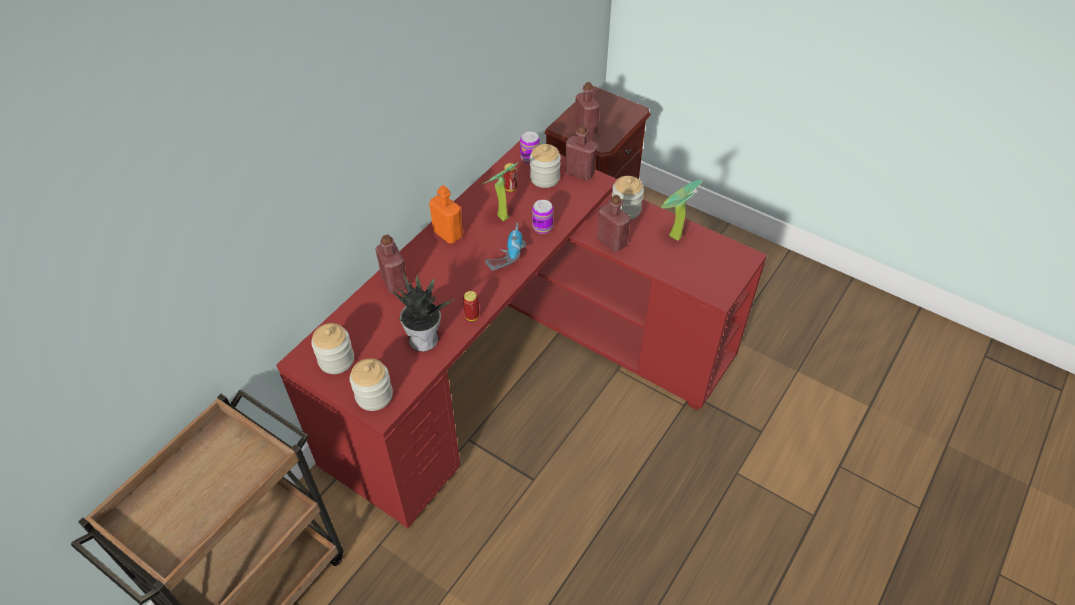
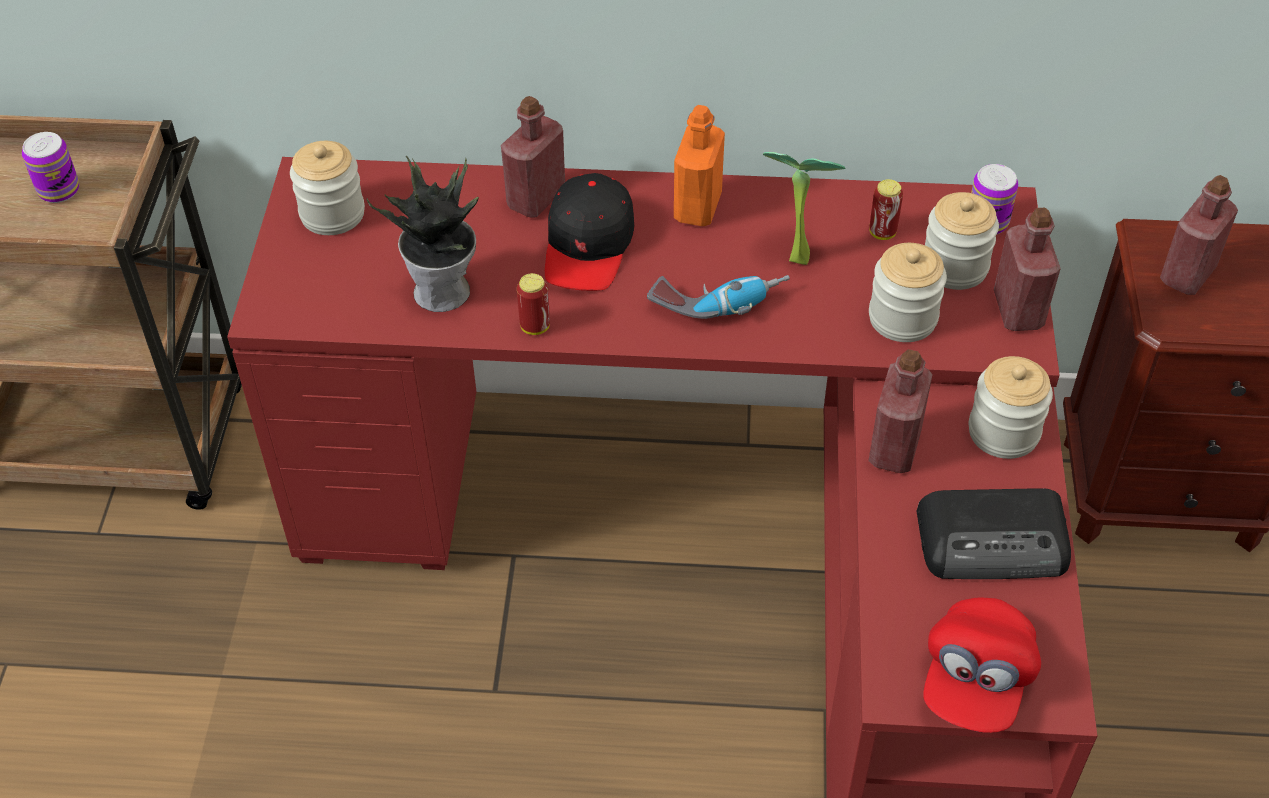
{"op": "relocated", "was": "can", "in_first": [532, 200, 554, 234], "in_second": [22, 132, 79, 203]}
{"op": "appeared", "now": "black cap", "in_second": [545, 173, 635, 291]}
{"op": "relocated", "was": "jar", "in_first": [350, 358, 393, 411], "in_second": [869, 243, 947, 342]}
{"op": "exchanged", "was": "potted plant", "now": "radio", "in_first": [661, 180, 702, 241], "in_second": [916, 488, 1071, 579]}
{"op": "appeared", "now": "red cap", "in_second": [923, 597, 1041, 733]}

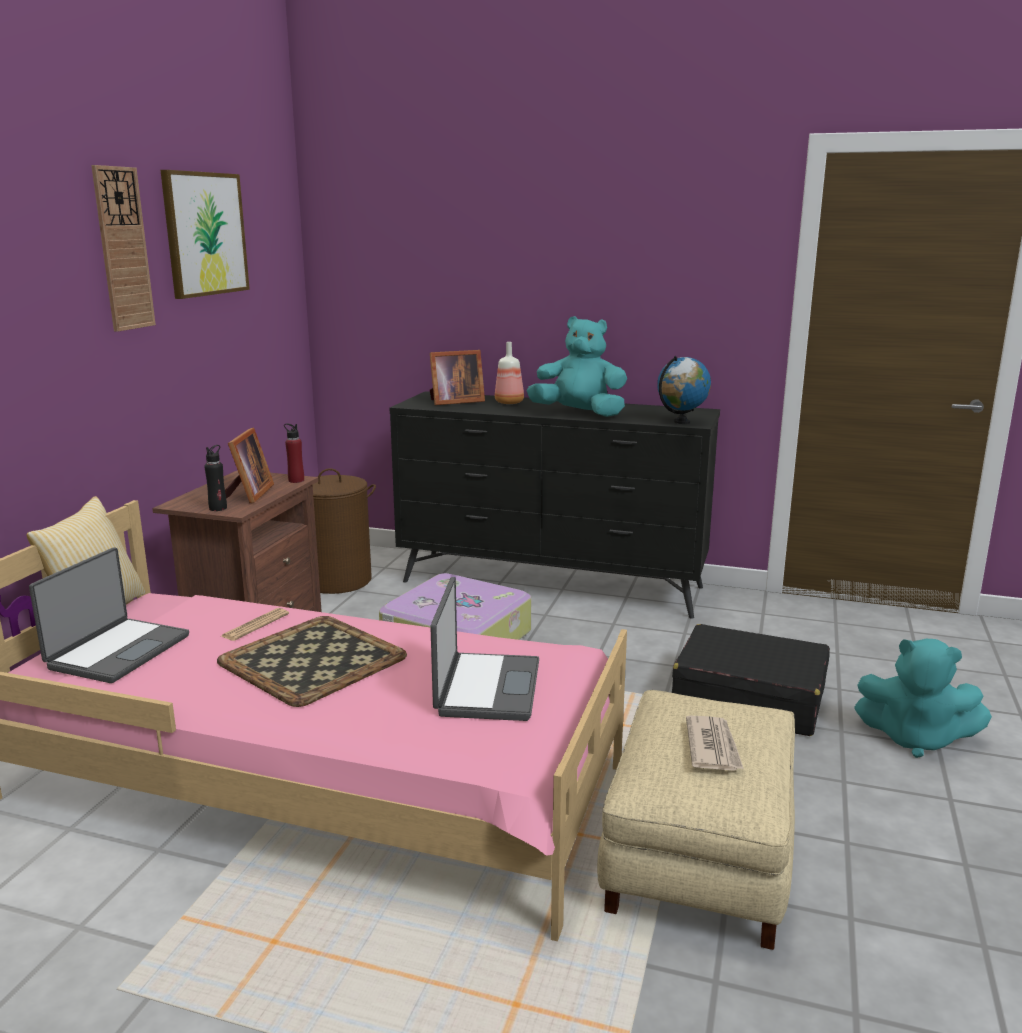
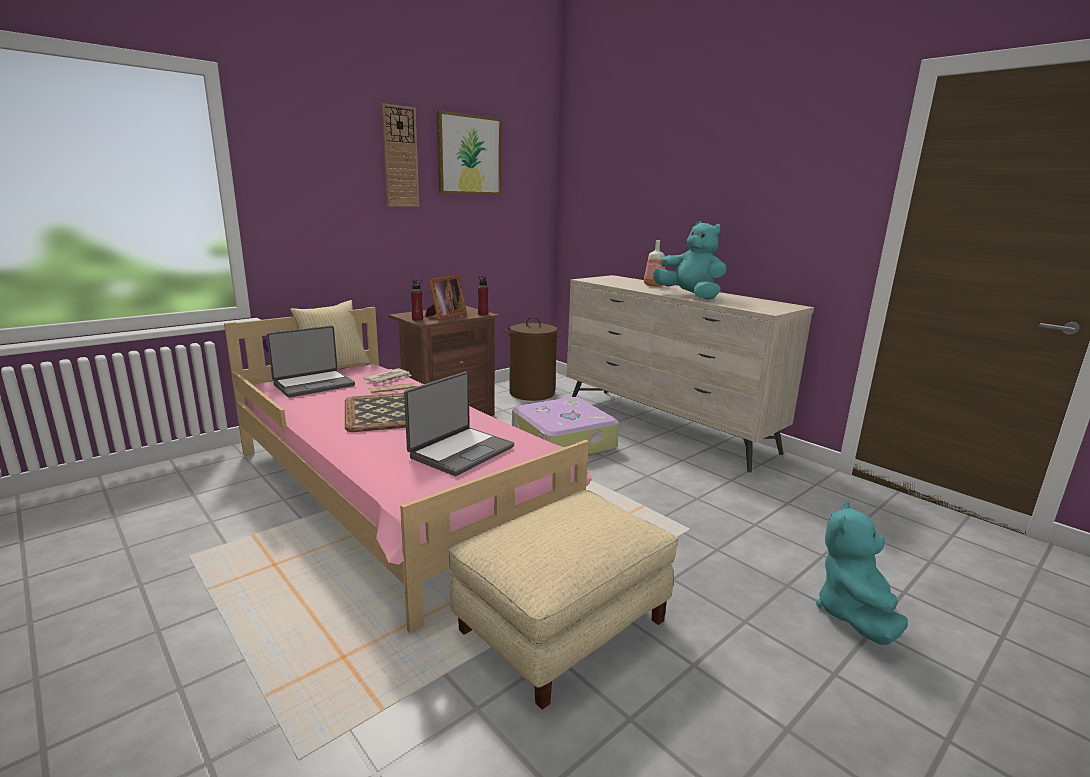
{"op": "relocated", "was": "newspaper", "in_first": [686, 716, 744, 771], "in_second": [363, 368, 411, 384]}
{"op": "colour", "was": "black bottle", "now": "red bottle", "in_first": [204, 445, 227, 511], "in_second": [411, 279, 423, 321]}
{"op": "colour", "was": "black dresser", "now": "beige dresser", "in_first": [389, 391, 720, 619], "in_second": [567, 275, 814, 473]}
{"op": "spun", "was": "turquoise plush toy", "in_first": [854, 639, 992, 758], "in_second": [816, 501, 908, 645], "clockwise": 60}
{"op": "missing", "was": "picture frame", "in_first": [430, 350, 485, 405]}
{"op": "missing", "was": "globe", "in_first": [657, 356, 711, 424]}
{"op": "missing", "was": "black suitcase", "in_first": [672, 624, 830, 736]}

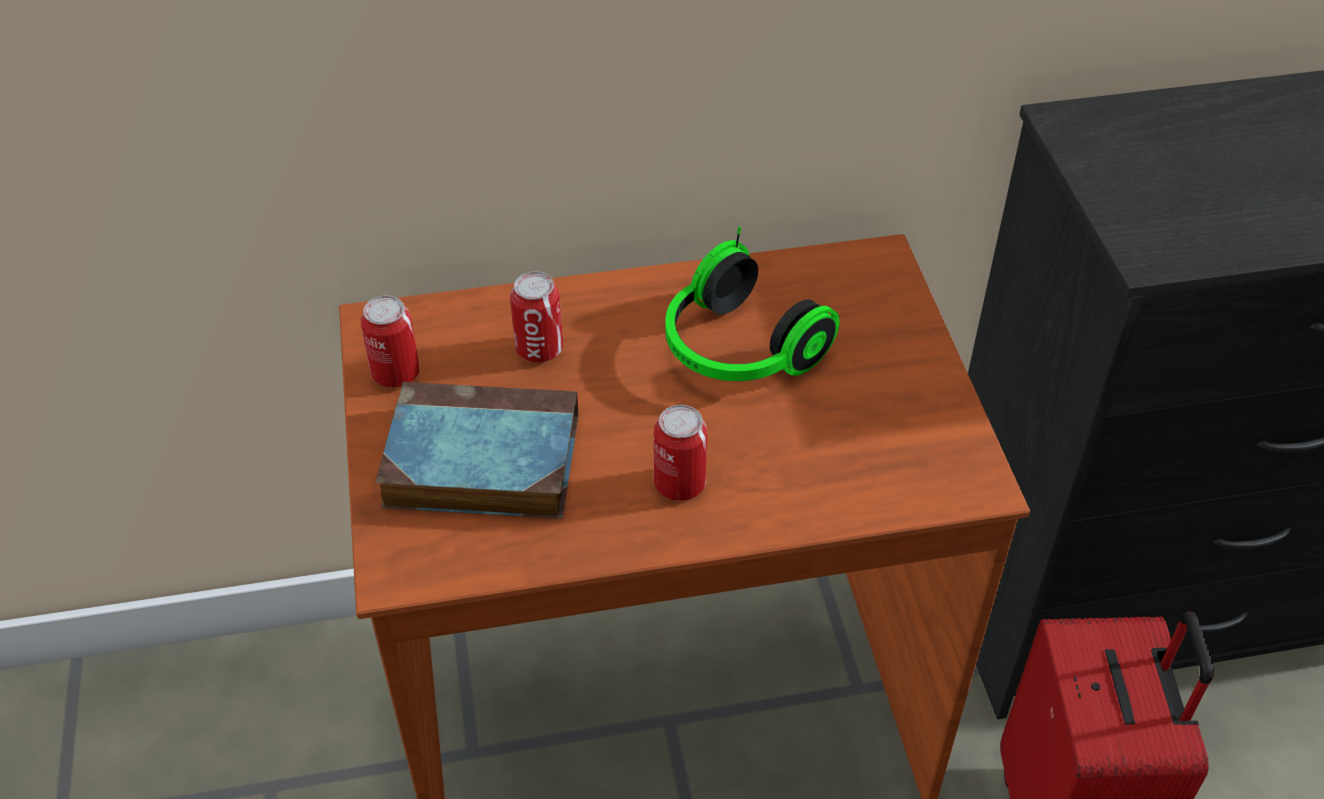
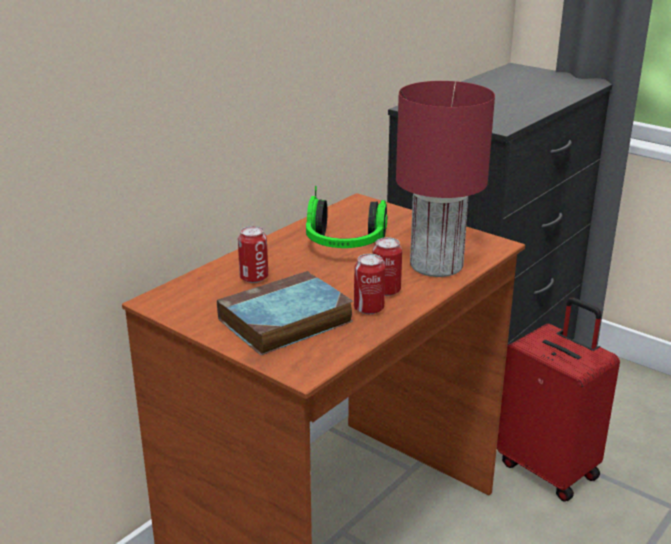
{"op": "relocated", "was": "can", "in_first": [361, 296, 420, 387], "in_second": [354, 254, 385, 314]}
{"op": "appeared", "now": "red table lamp", "in_second": [396, 81, 495, 277]}

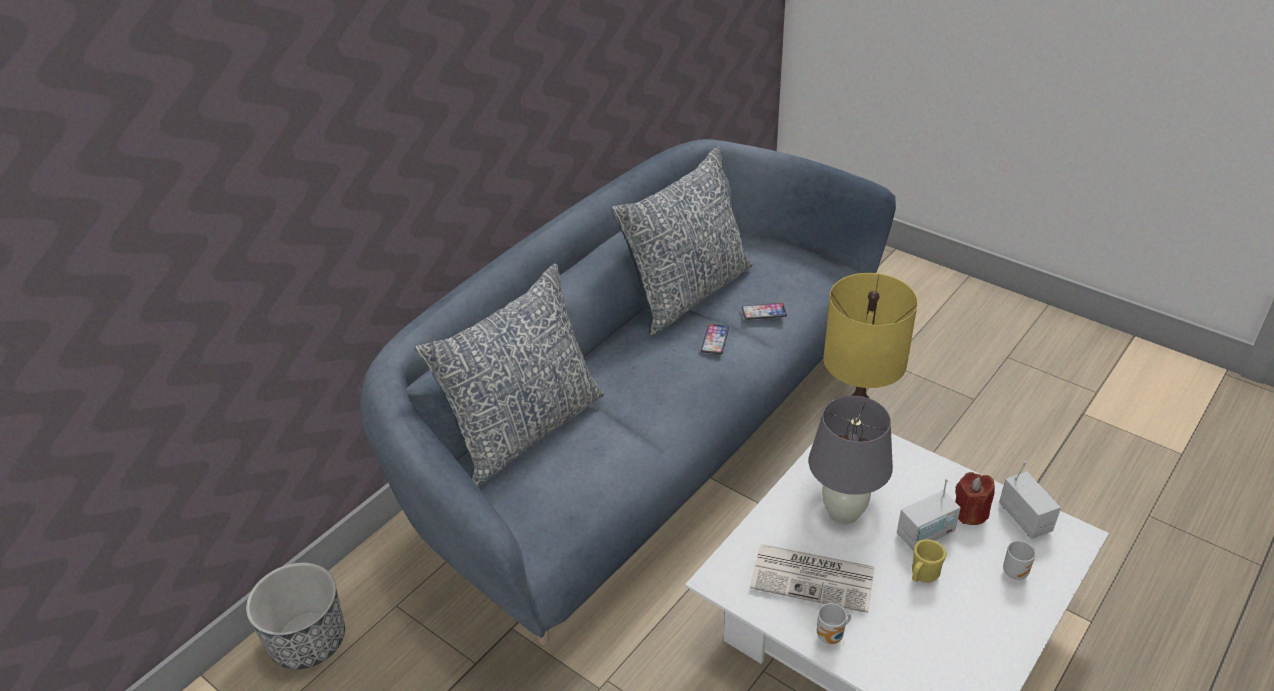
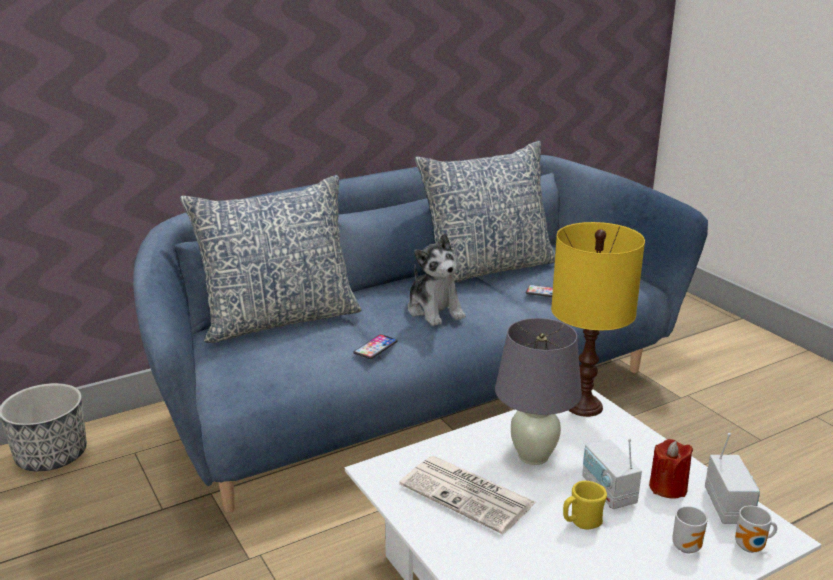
{"op": "relocated", "was": "phone", "in_first": [701, 324, 729, 354], "in_second": [353, 334, 398, 359]}
{"op": "appeared", "now": "plush toy", "in_second": [408, 233, 466, 326]}
{"op": "spun", "was": "radio", "in_first": [897, 479, 961, 551], "in_second": [582, 439, 642, 509], "clockwise": 75}
{"op": "relocated", "was": "mug", "in_first": [817, 603, 851, 644], "in_second": [735, 506, 777, 553]}

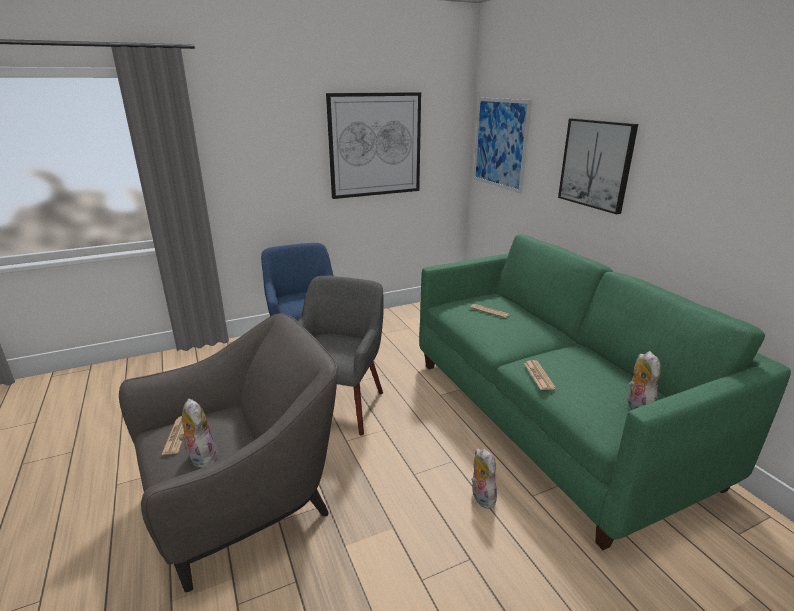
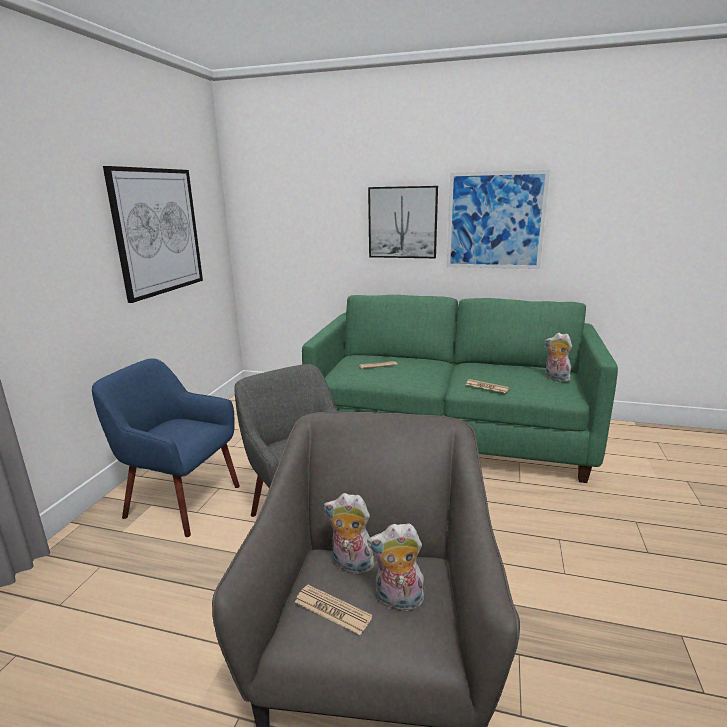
{"op": "relocated", "was": "plush toy", "in_first": [471, 448, 497, 509], "in_second": [324, 493, 375, 574]}
{"op": "relocated", "was": "picture", "in_first": [473, 97, 532, 194], "in_second": [447, 170, 550, 269]}

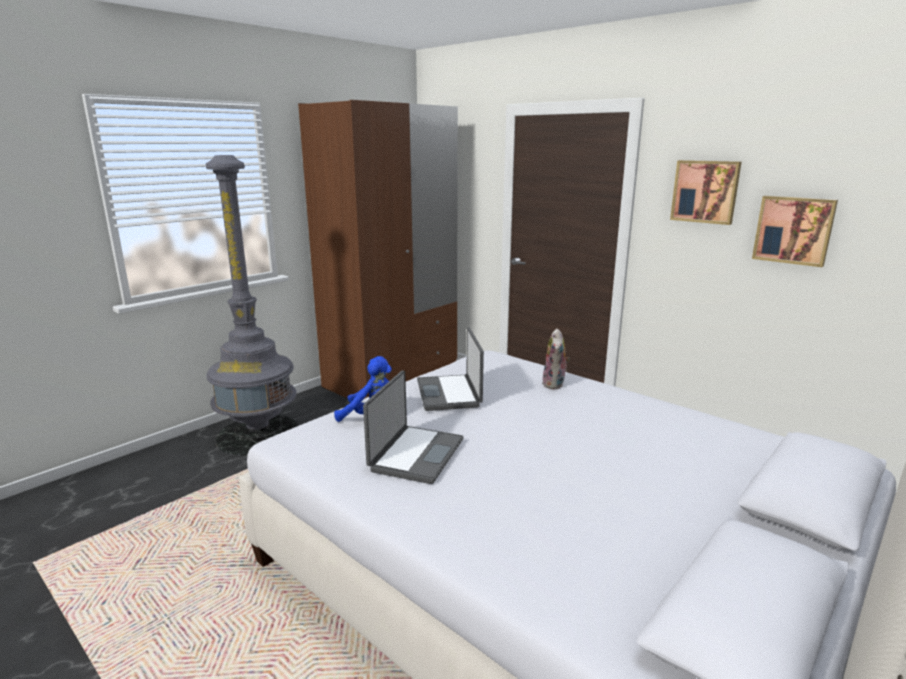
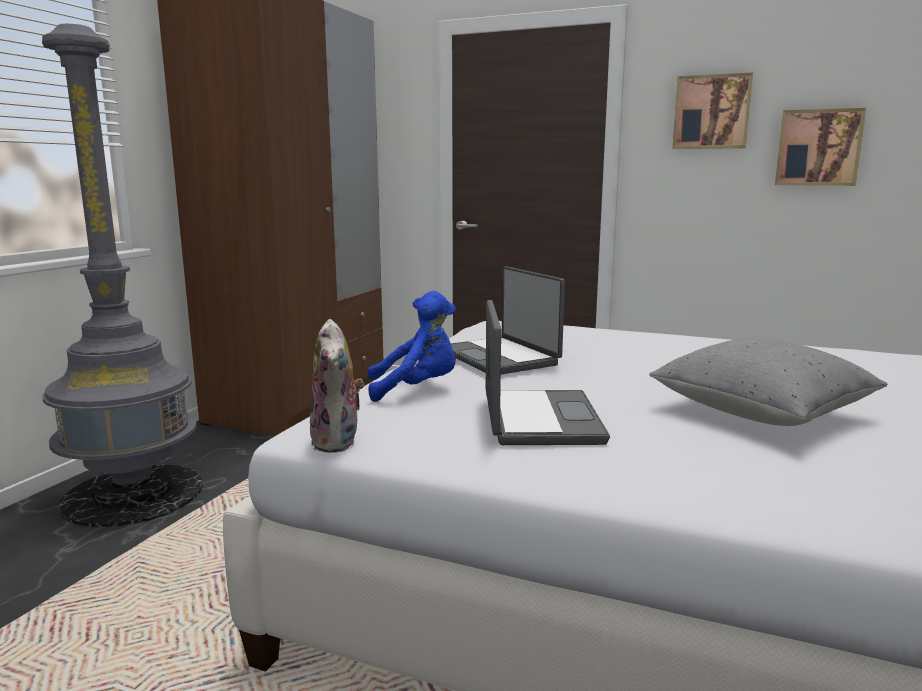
{"op": "relocated", "was": "plush toy", "in_first": [542, 328, 570, 390], "in_second": [310, 319, 365, 453]}
{"op": "appeared", "now": "grey pillow", "in_second": [649, 338, 887, 426]}

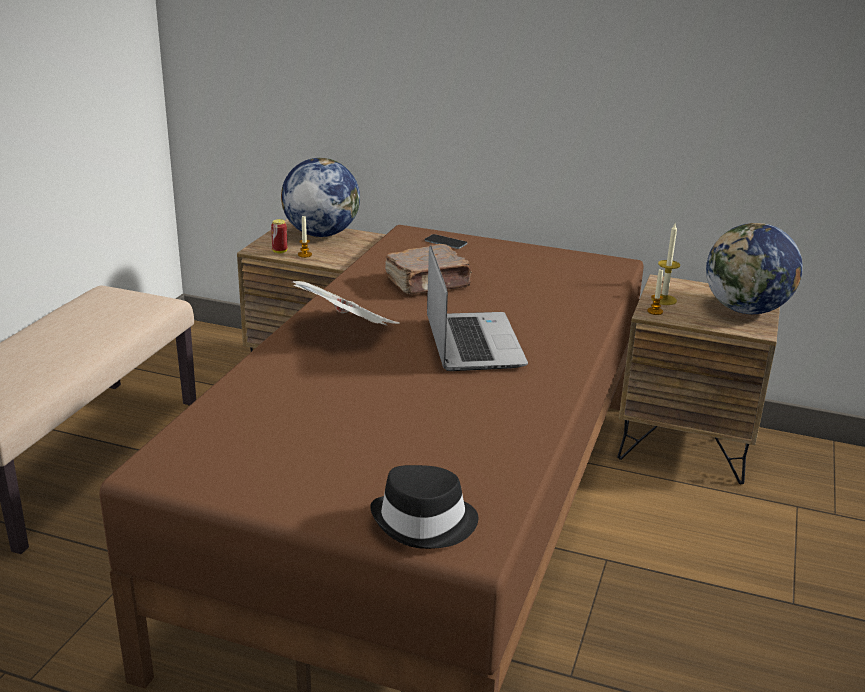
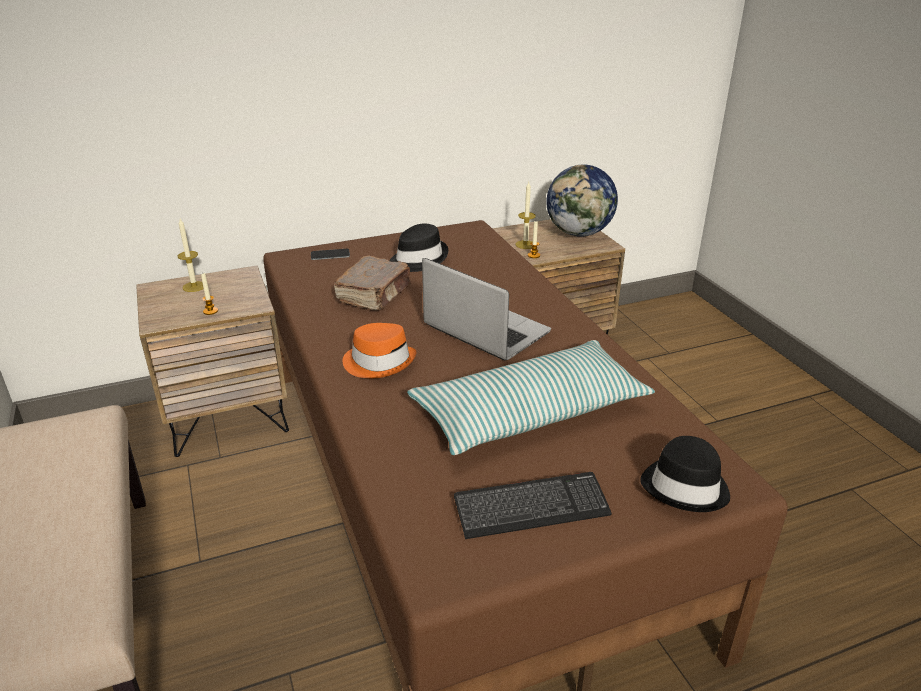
{"op": "exchanged", "was": "globe", "now": "candle", "in_first": [281, 158, 360, 237], "in_second": [178, 219, 204, 292]}
{"op": "exchanged", "was": "newspaper", "now": "orange hat", "in_first": [292, 281, 399, 326], "in_second": [343, 323, 416, 378]}
{"op": "appeared", "now": "black hat", "in_second": [389, 223, 448, 272]}
{"op": "appeared", "now": "pillow", "in_second": [407, 340, 655, 455]}
{"op": "appeared", "now": "keyboard", "in_second": [454, 472, 612, 539]}
{"op": "missing", "was": "can", "in_first": [271, 219, 287, 253]}

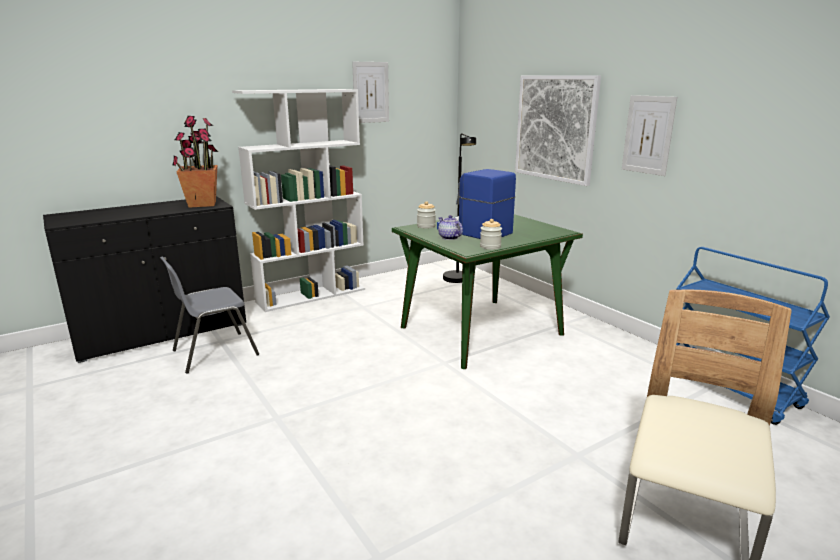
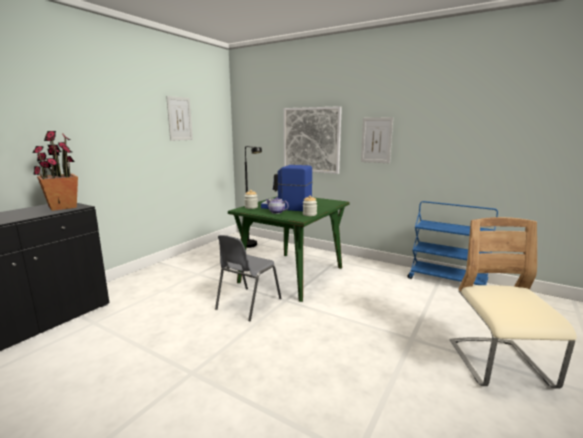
{"op": "relocated", "was": "grey chair", "in_first": [160, 257, 259, 373], "in_second": [215, 235, 281, 321]}
{"op": "missing", "was": "white bookcase", "in_first": [232, 89, 365, 312]}

